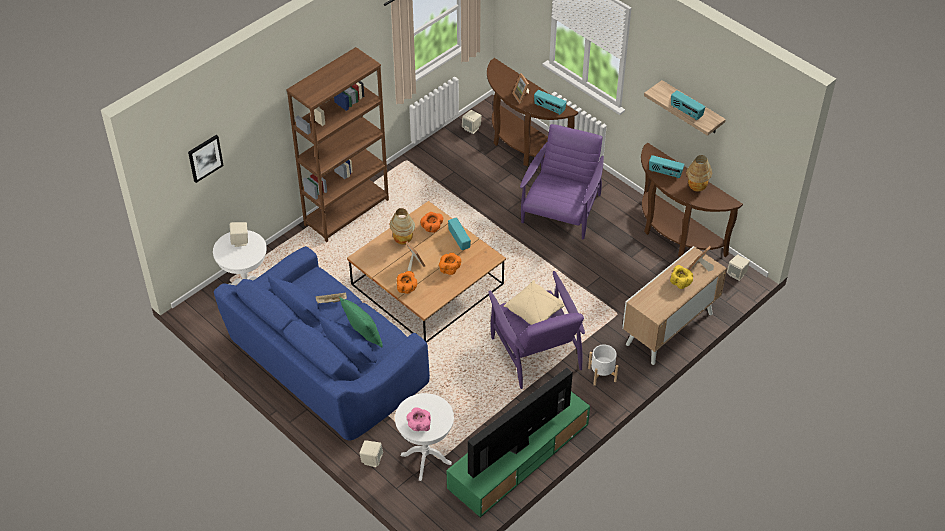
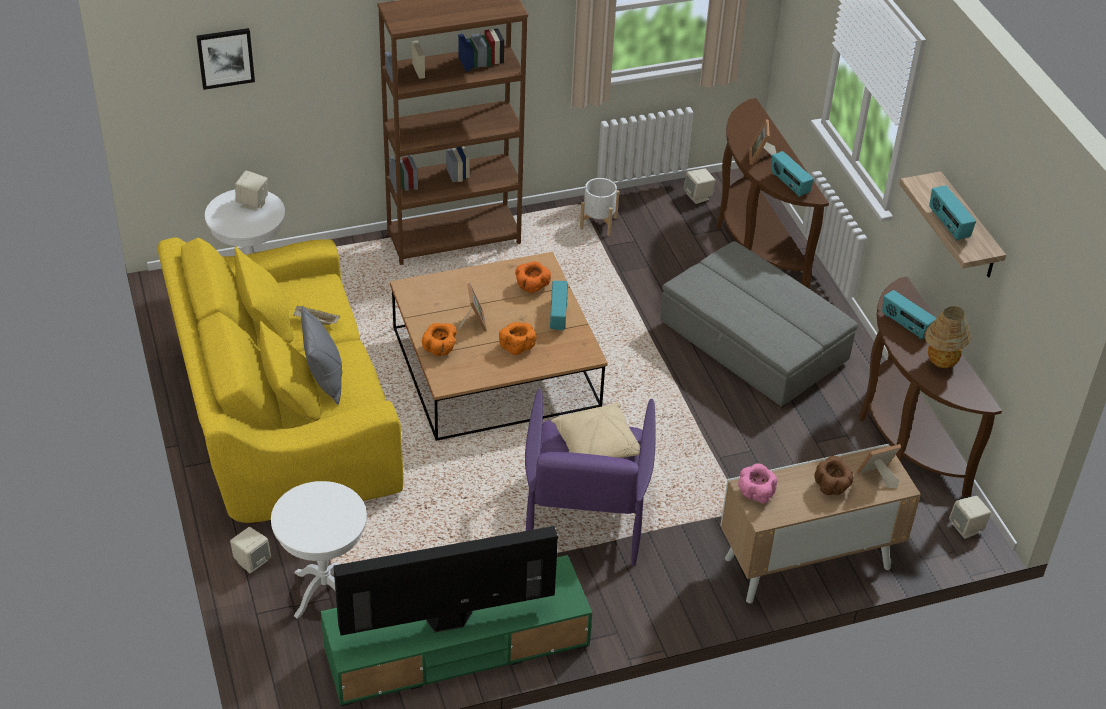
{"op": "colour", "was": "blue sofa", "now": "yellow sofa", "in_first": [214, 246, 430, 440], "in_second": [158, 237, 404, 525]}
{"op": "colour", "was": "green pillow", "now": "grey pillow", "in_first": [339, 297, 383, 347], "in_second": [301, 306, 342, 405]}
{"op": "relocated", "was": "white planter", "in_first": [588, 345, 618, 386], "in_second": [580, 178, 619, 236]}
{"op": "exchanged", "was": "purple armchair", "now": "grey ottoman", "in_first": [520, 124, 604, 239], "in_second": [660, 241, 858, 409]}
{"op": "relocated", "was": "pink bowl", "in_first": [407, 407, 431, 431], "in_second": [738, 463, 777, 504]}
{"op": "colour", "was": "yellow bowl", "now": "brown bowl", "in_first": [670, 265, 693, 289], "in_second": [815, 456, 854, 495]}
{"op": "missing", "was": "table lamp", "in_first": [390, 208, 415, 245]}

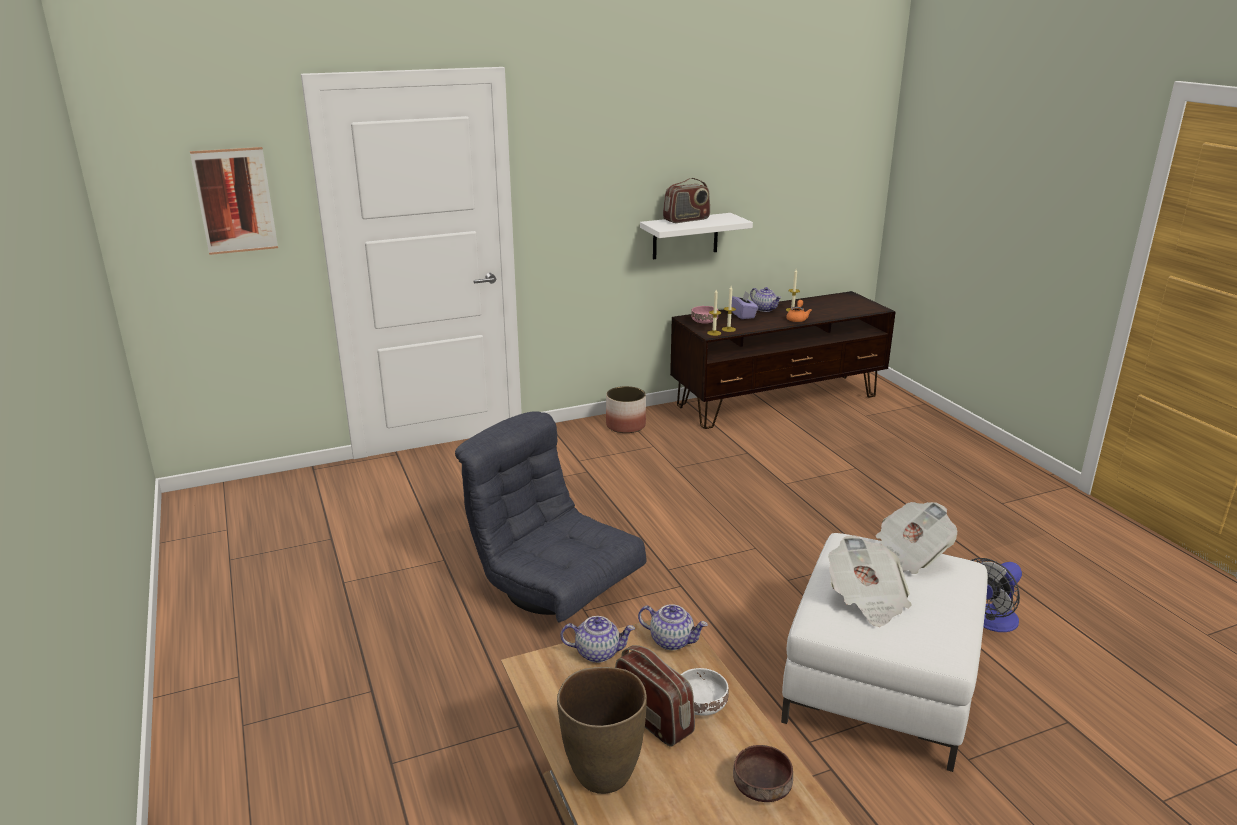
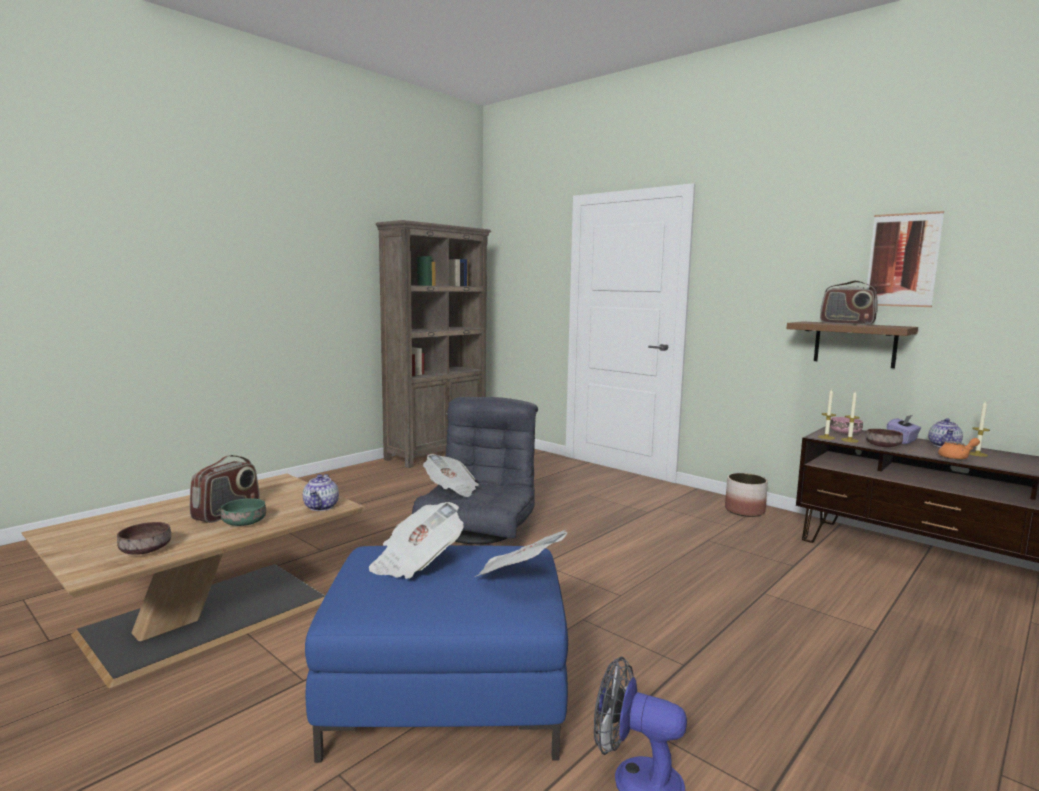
{"op": "colour", "was": "white bowl", "now": "green bowl", "in_first": [681, 668, 729, 716], "in_second": [221, 498, 266, 526]}
{"op": "colour", "was": "white ottoman", "now": "blue ottoman", "in_first": [781, 533, 988, 772], "in_second": [305, 545, 568, 763]}
{"op": "appeared", "now": "brown bookcase", "in_second": [376, 220, 491, 468]}
{"op": "appeared", "now": "newspaper", "in_second": [423, 454, 479, 497]}
{"op": "colour", "was": "white shelf", "now": "brown shelf", "in_first": [640, 213, 753, 260], "in_second": [787, 321, 918, 368]}
{"op": "relocated", "was": "picture", "in_first": [190, 147, 278, 255], "in_second": [866, 211, 944, 307]}
{"op": "appeared", "now": "brown bowl", "in_second": [866, 429, 903, 447]}
{"op": "missing", "was": "brown vase", "in_first": [557, 667, 647, 794]}
{"op": "missing", "was": "teapot", "in_first": [560, 616, 635, 663]}

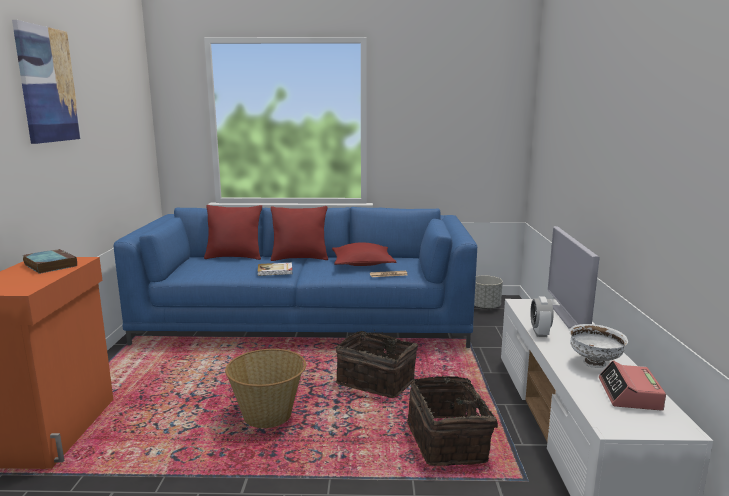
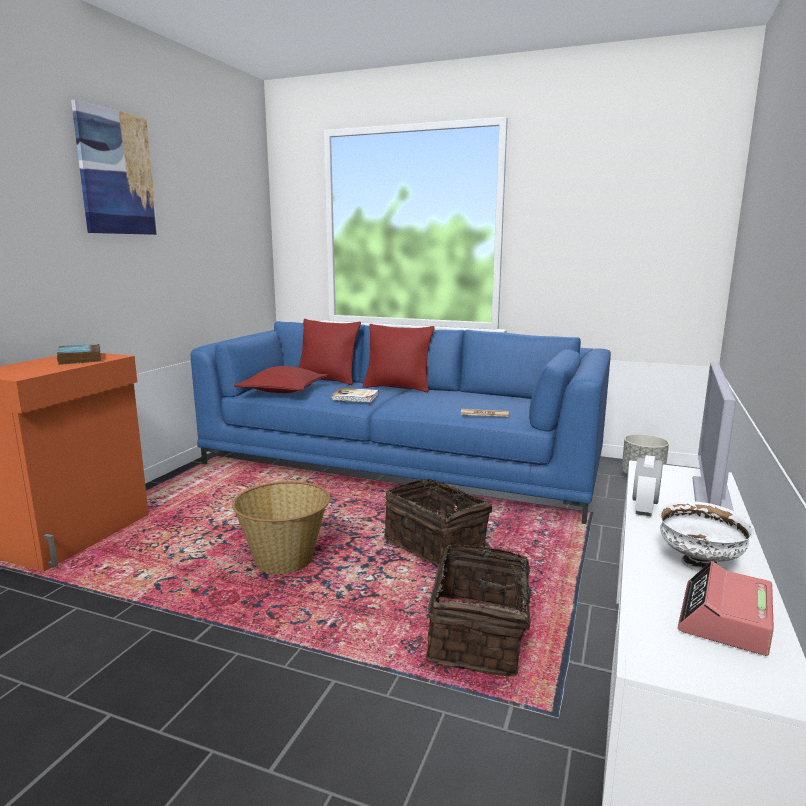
{"op": "relocated", "was": "red pillow", "in_first": [332, 242, 396, 266], "in_second": [234, 366, 328, 393]}

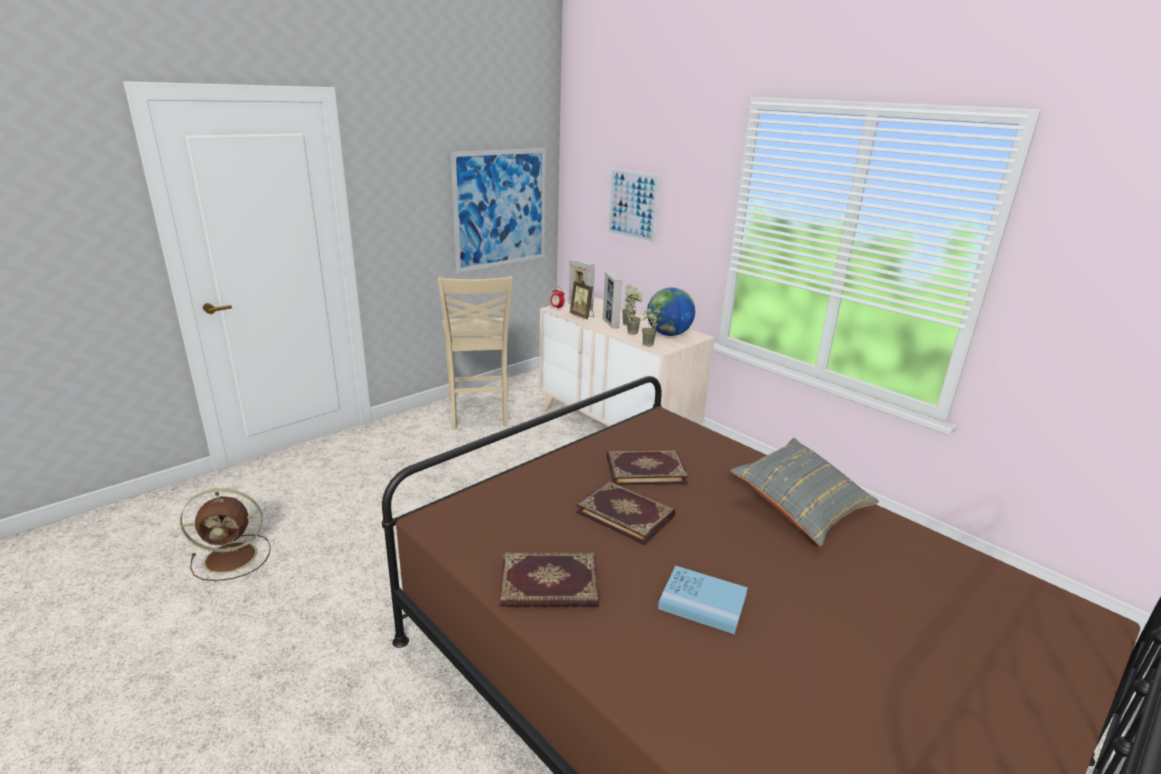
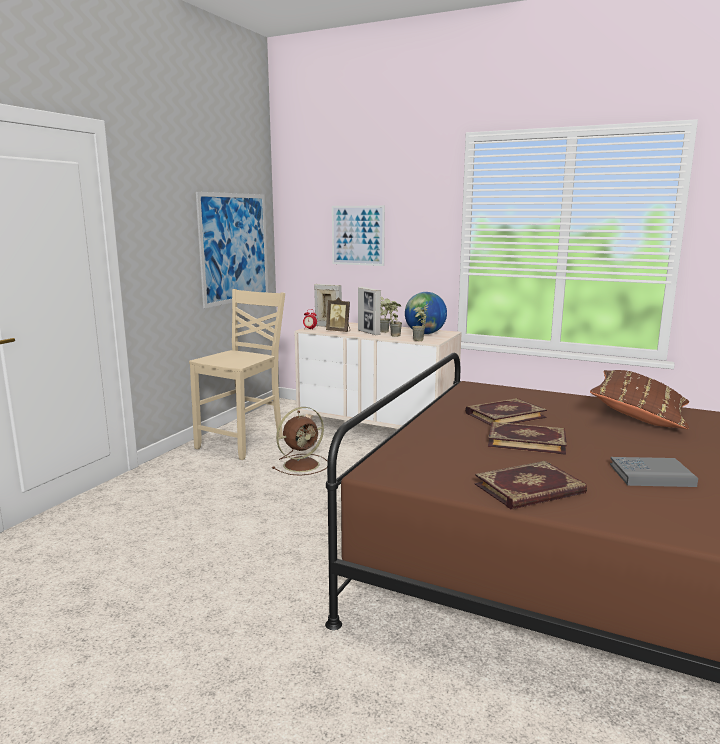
{"op": "spun", "was": "beige chair", "in_first": [438, 276, 513, 430], "in_second": [189, 289, 285, 460], "clockwise": -120}
{"op": "relocated", "was": "brown fan", "in_first": [180, 488, 271, 581], "in_second": [272, 407, 328, 476]}
{"op": "colour", "was": "grey pillow", "now": "brown pillow", "in_first": [730, 438, 879, 546], "in_second": [590, 370, 689, 429]}
{"op": "colour", "was": "blue book", "now": "grey book", "in_first": [658, 566, 748, 634], "in_second": [610, 457, 698, 487]}

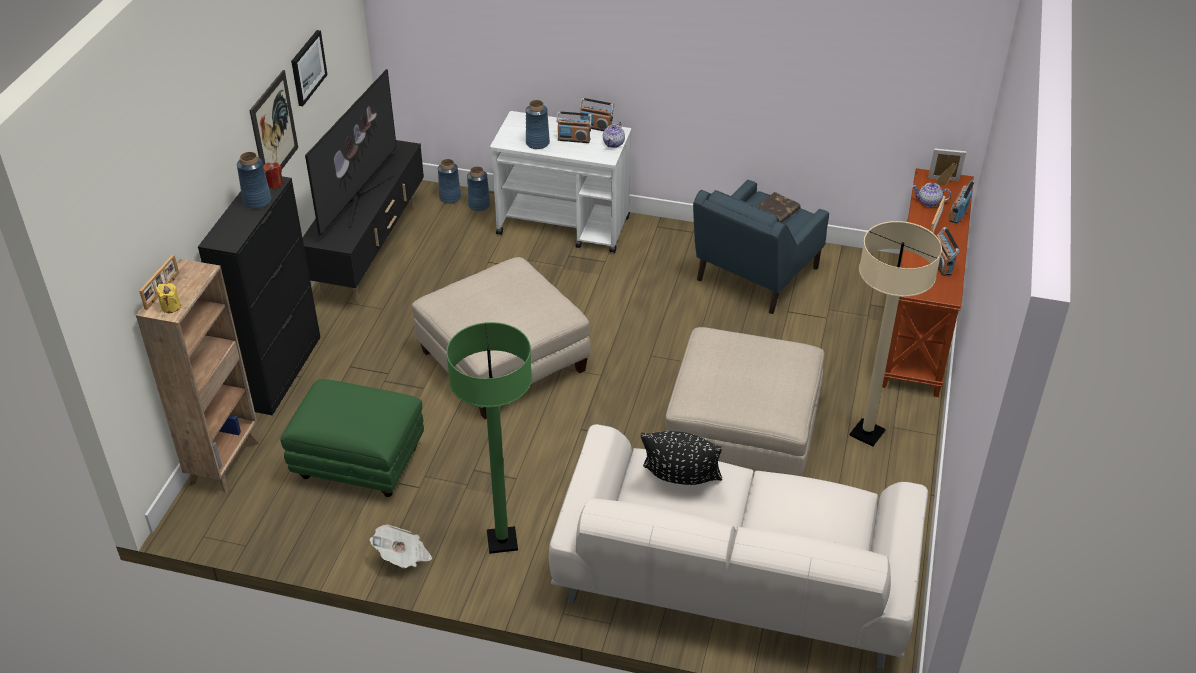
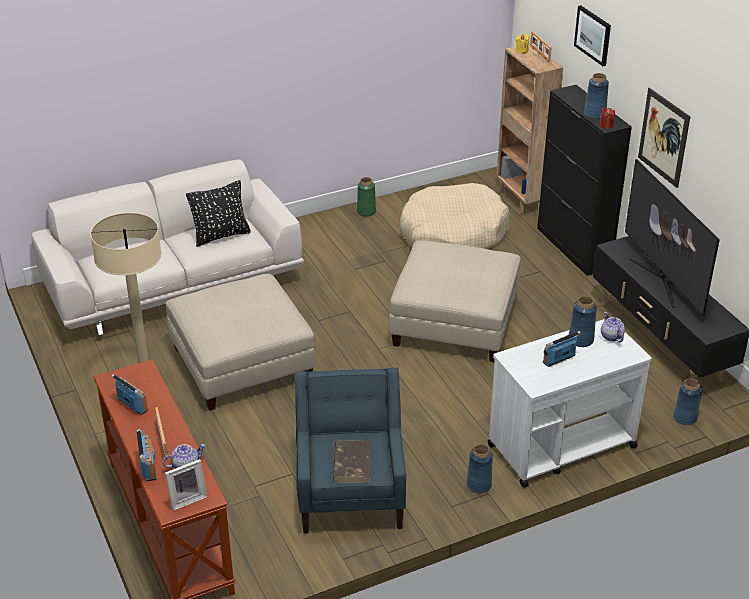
{"op": "exchanged", "was": "newspaper", "now": "green vase", "in_first": [370, 525, 432, 568], "in_second": [357, 177, 376, 217]}
{"op": "exchanged", "was": "green ottoman", "now": "beige dog bed", "in_first": [280, 379, 424, 497], "in_second": [399, 183, 510, 249]}
{"op": "relocated", "was": "blue vase", "in_first": [467, 166, 490, 211], "in_second": [466, 444, 493, 493]}
{"op": "relocated", "was": "picture", "in_first": [291, 30, 327, 106], "in_second": [574, 5, 611, 66]}
{"op": "relocated", "was": "teapot", "in_first": [603, 121, 625, 148], "in_second": [601, 312, 625, 342]}
{"op": "missing", "was": "green floor lamp", "in_first": [446, 322, 532, 554]}
{"op": "missing", "was": "radio", "in_first": [580, 98, 614, 131]}

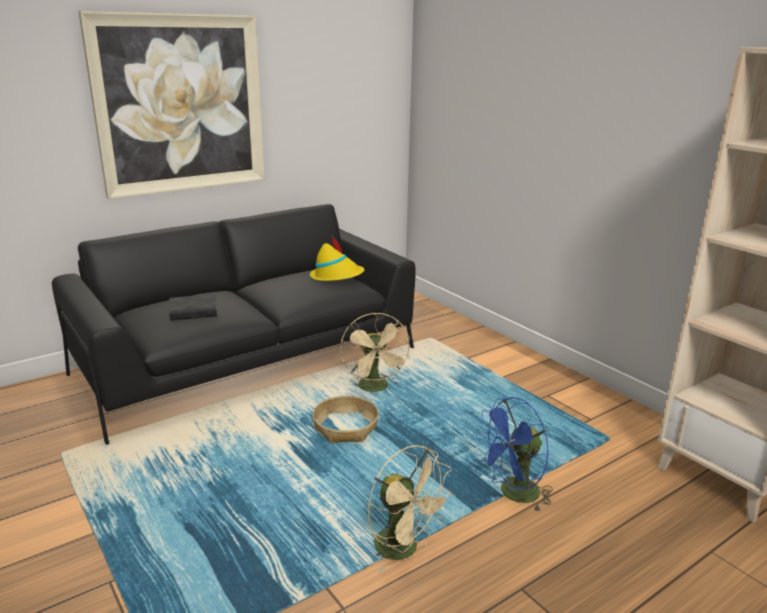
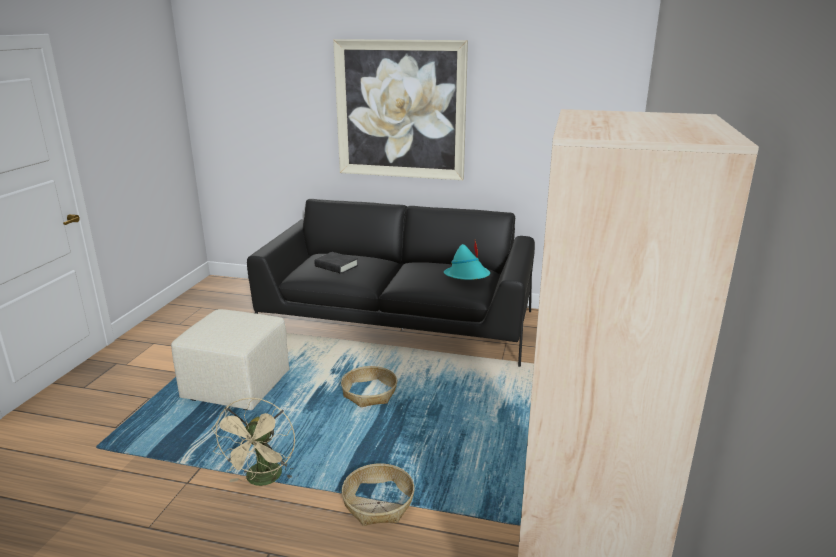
{"op": "appeared", "now": "beige ottoman", "in_second": [171, 309, 289, 410]}
{"op": "exchanged", "was": "blue fan", "now": "basket", "in_first": [476, 397, 553, 513], "in_second": [342, 463, 415, 526]}
{"op": "colour", "was": "yellow hat", "now": "turquoise hat", "in_first": [310, 236, 364, 281], "in_second": [444, 241, 490, 280]}
{"op": "missing", "was": "beige fan", "in_first": [340, 313, 410, 392]}

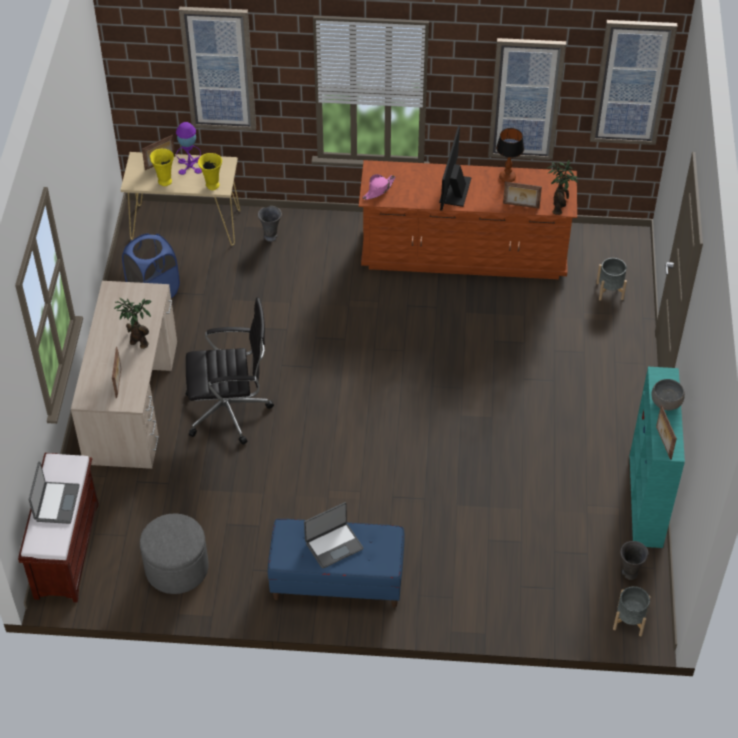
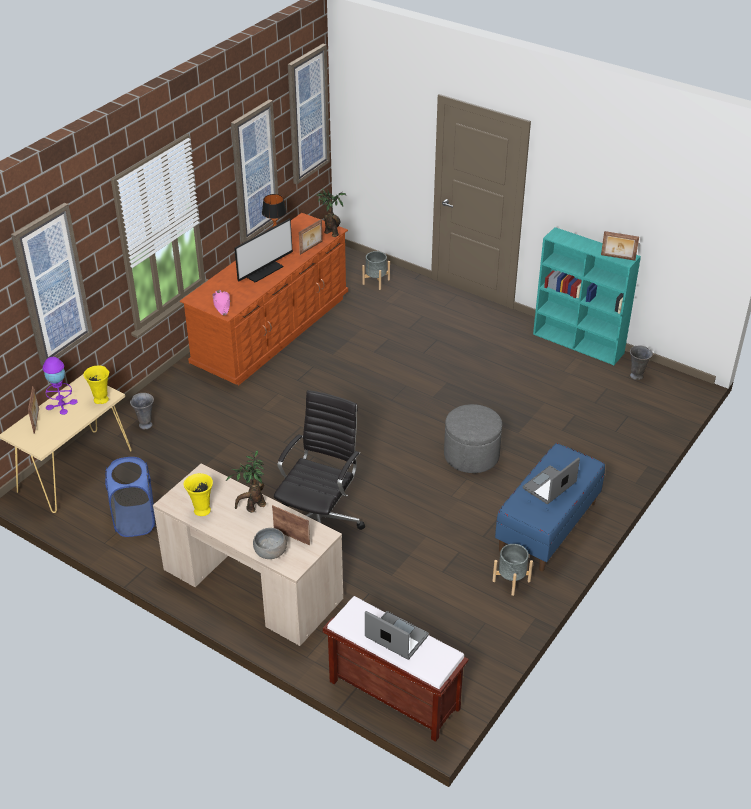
{"op": "relocated", "was": "yellow vase", "in_first": [150, 149, 174, 186], "in_second": [183, 473, 213, 516]}
{"op": "spun", "was": "monitor", "in_first": [439, 125, 471, 211], "in_second": [234, 219, 293, 283], "clockwise": -90}
{"op": "relocated", "was": "grey bowl", "in_first": [651, 379, 685, 410], "in_second": [253, 528, 287, 559]}
{"op": "relocated", "was": "grey ottoman", "in_first": [140, 513, 208, 594], "in_second": [444, 404, 502, 473]}
{"op": "relocated", "was": "grey planter", "in_first": [613, 586, 651, 637], "in_second": [492, 544, 533, 596]}
{"op": "spun", "was": "laptop", "in_first": [304, 502, 364, 569], "in_second": [523, 457, 580, 504], "clockwise": -135}

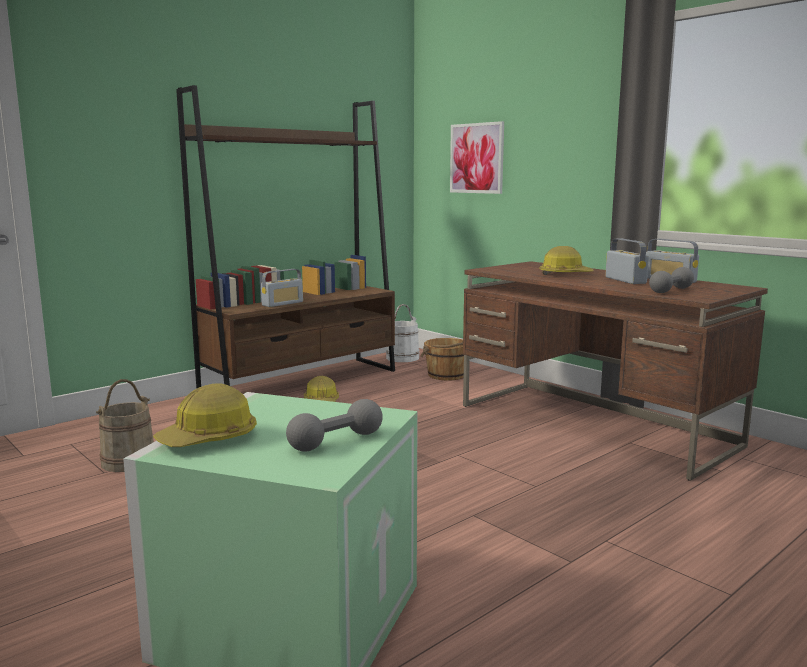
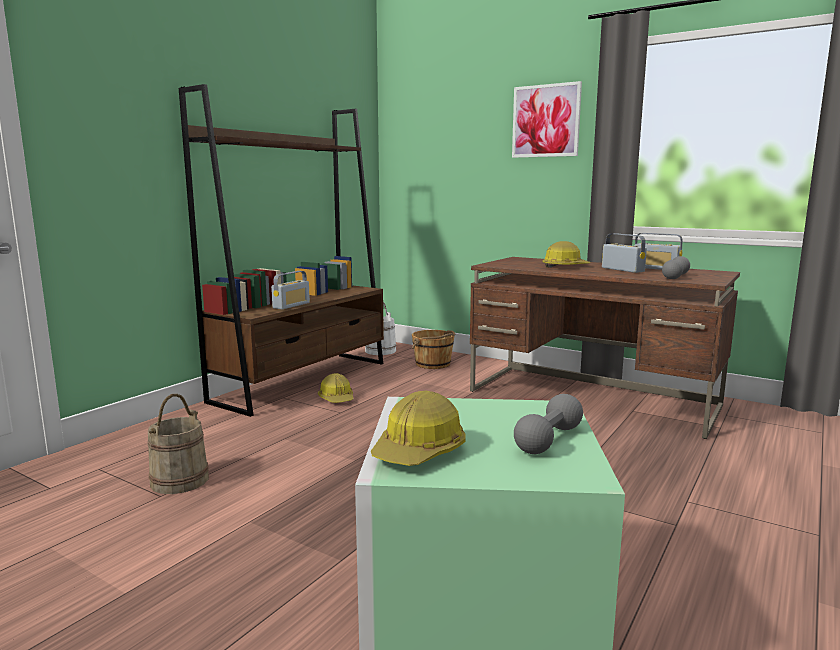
{"op": "relocated", "was": "picture", "in_first": [450, 121, 504, 194], "in_second": [512, 81, 582, 158]}

